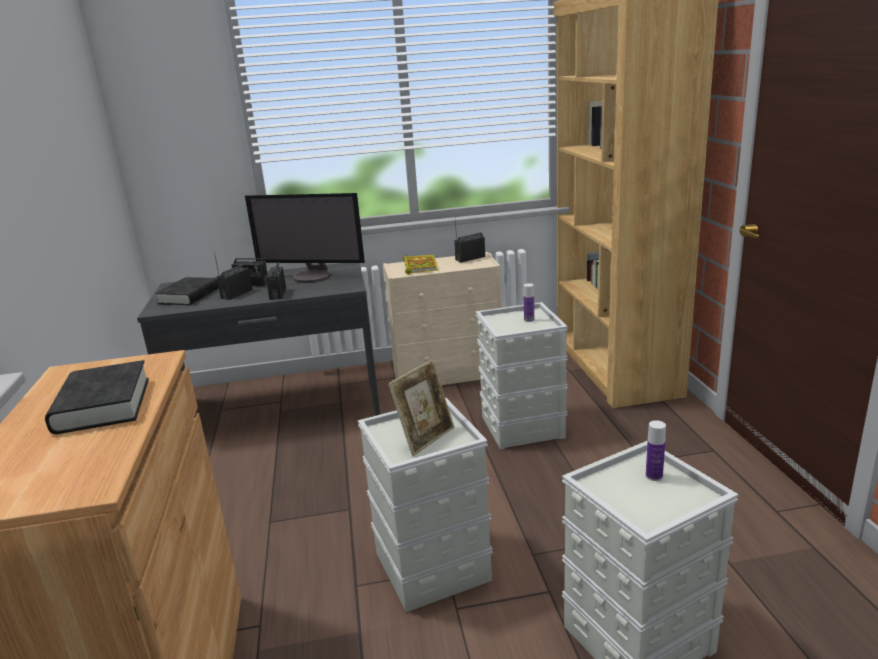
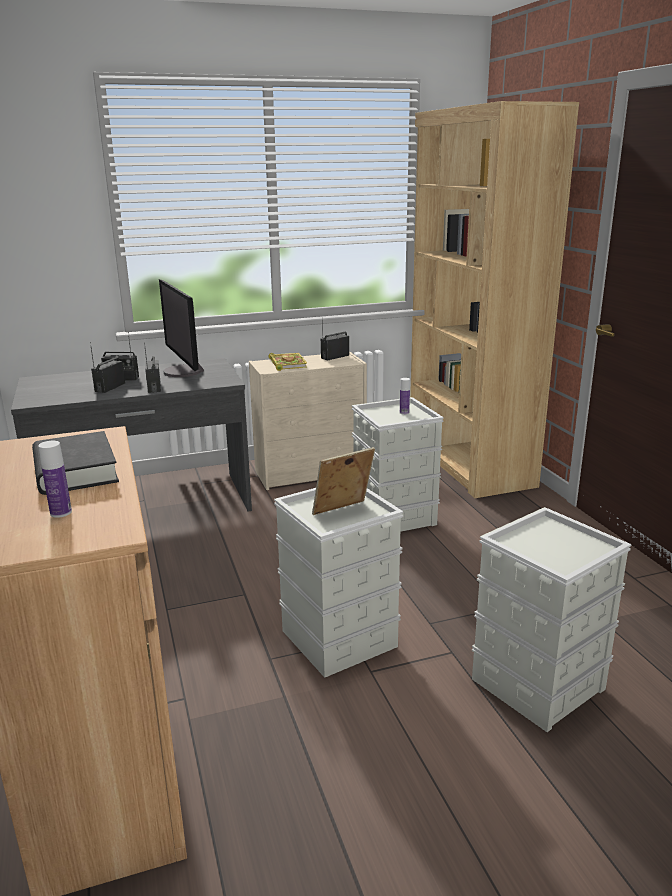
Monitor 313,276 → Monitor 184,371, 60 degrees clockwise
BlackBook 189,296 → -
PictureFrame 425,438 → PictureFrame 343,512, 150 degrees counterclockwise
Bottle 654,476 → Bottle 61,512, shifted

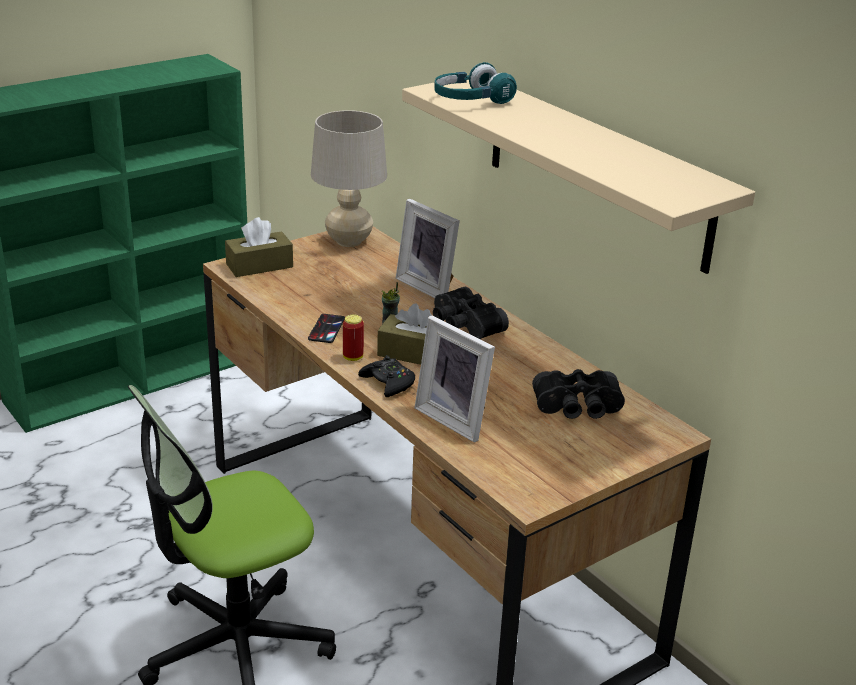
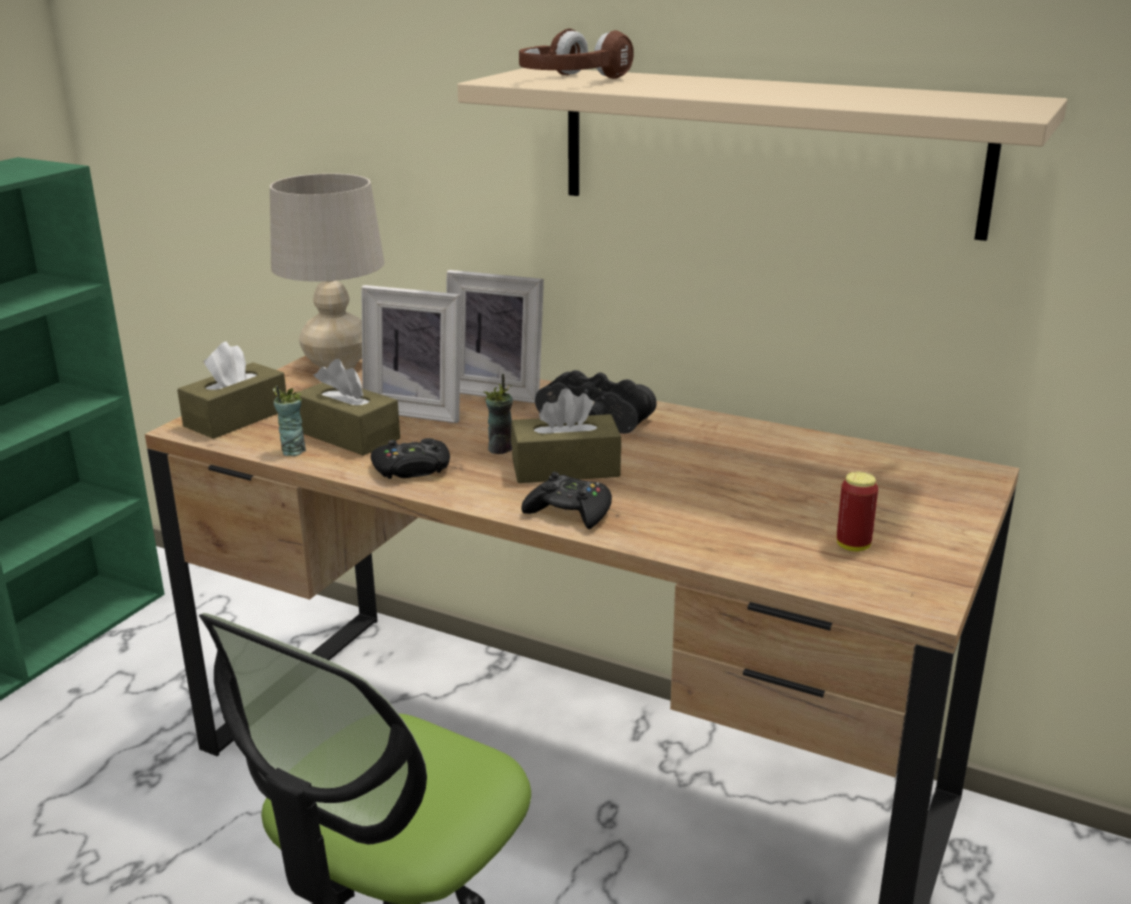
TurquoiseHeadphones 471,100 → BrownHeadphones 570,81
Phone 326,329 → BlackGameController 412,469
Can 353,357 → Can 853,546, shifted
PictureFrame 456,418 → PictureFrame 418,409, shifted
BlackBinoculars 578,408 → -
- → BrownTissueBox 348,435
- → Cup 293,451

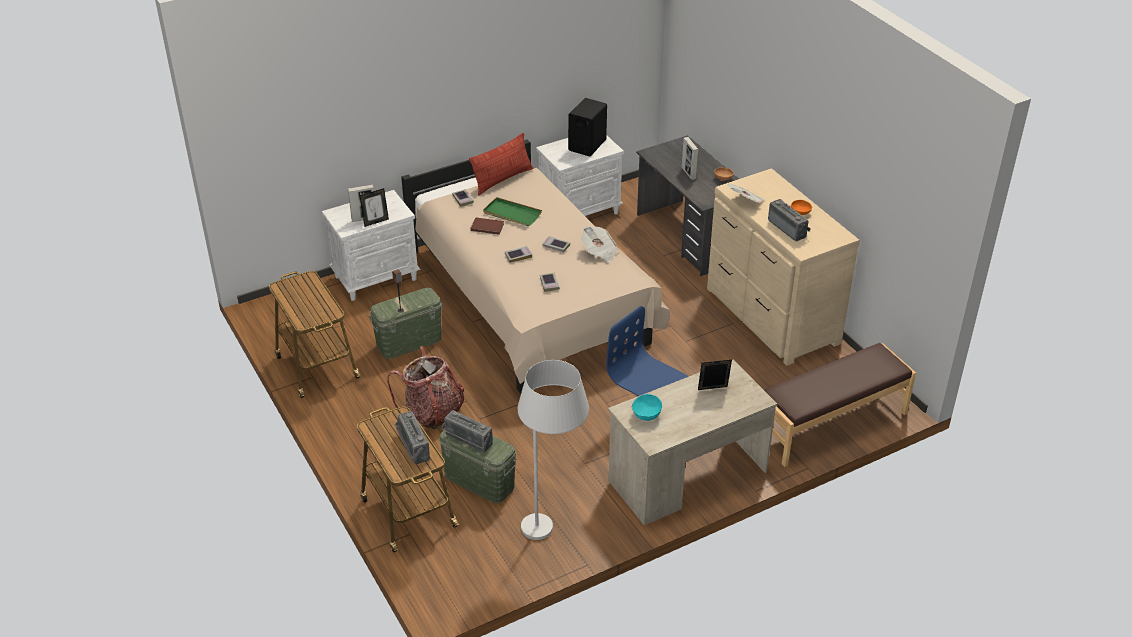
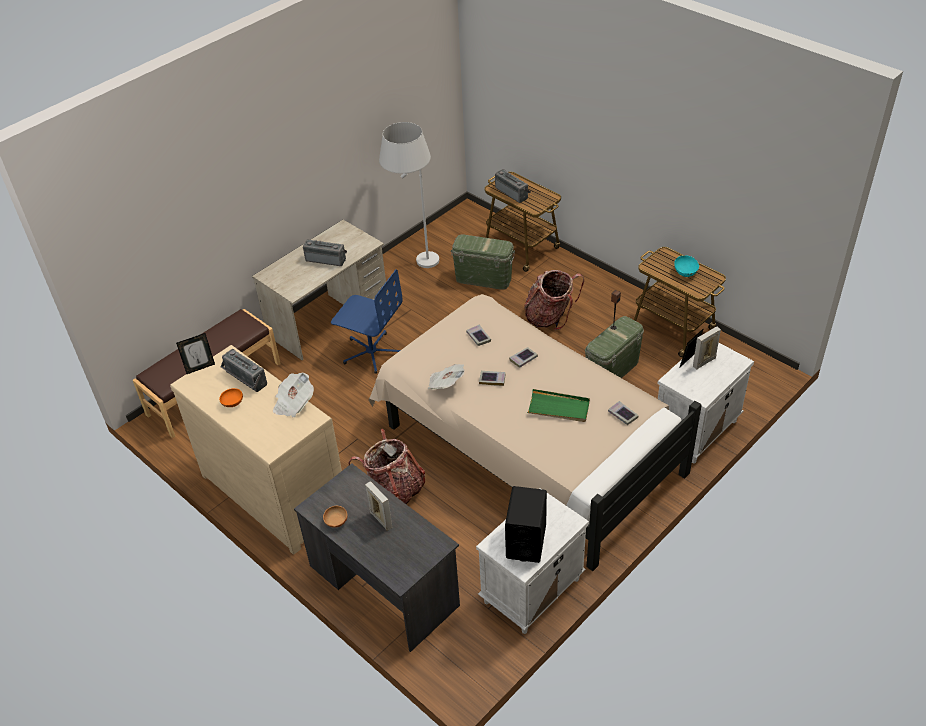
Pillow 502,179 → -
BrownBook 487,227 → -
PictureFrame 713,390 → PictureFrame 200,367, shifted
TurquoiseBowl 646,414 → TurquoiseBowl 685,272, shifted
Radio 467,441 → Radio 326,259, shifted
- → Backpack 394,492

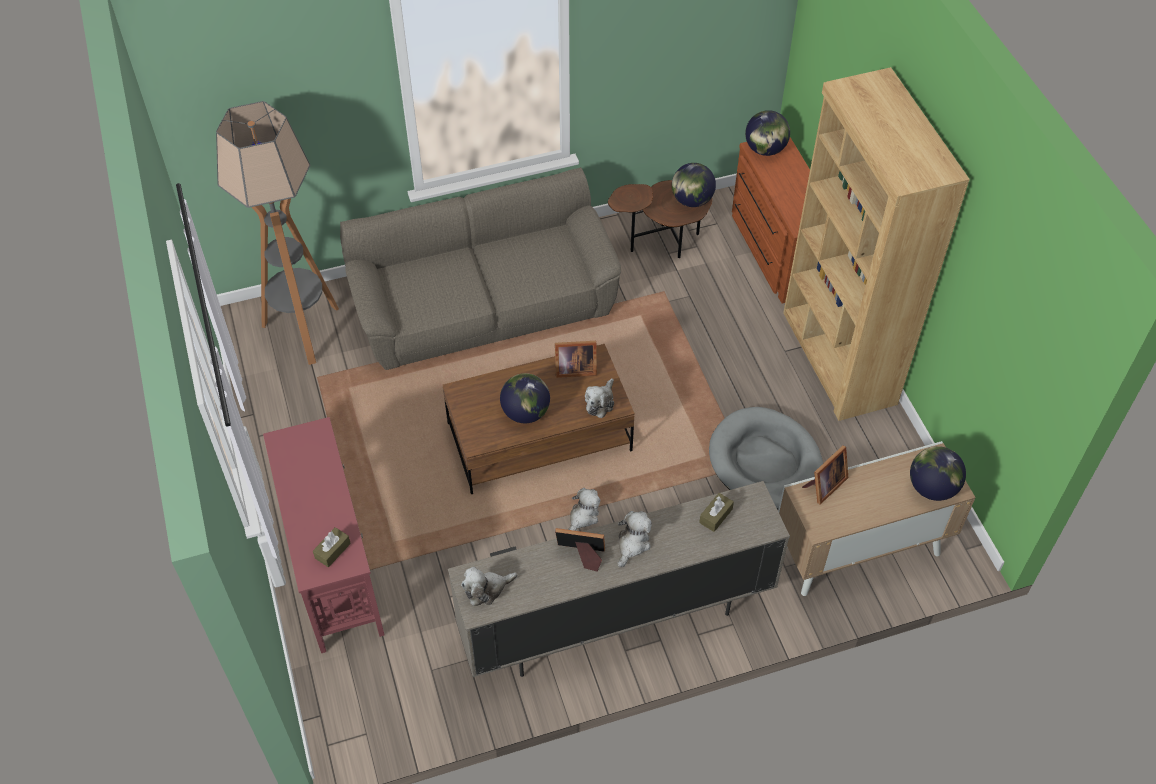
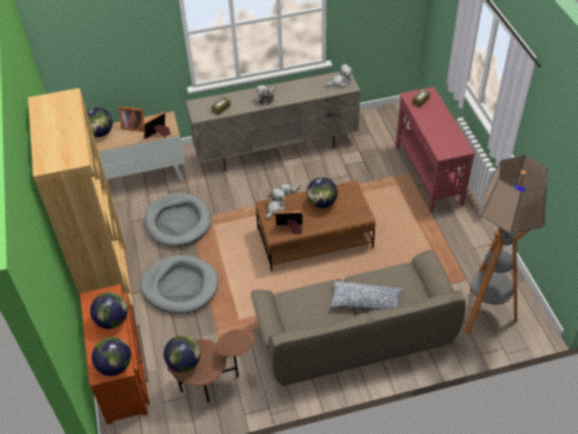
PictureFrame 582,555 → PictureFrame 133,126, shifted
- → GreyDogBed 180,286
- → Pillow 366,302
- → Globe 113,320

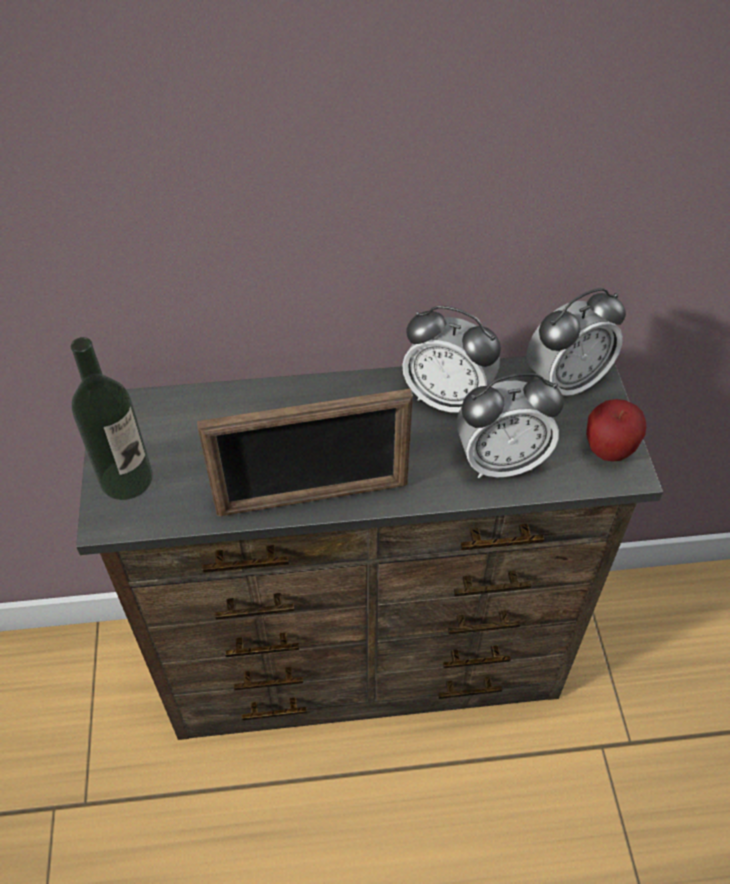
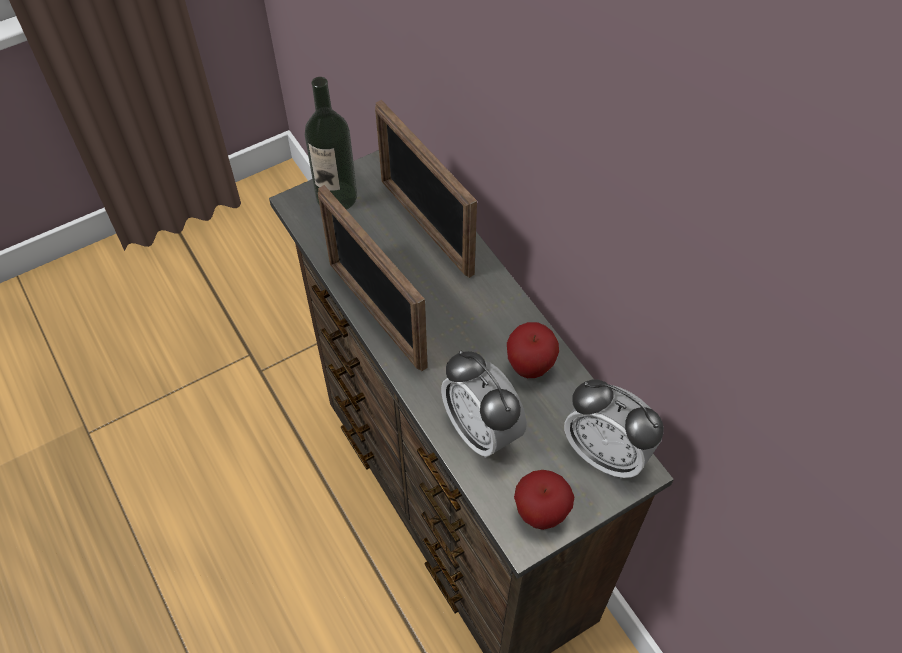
AlarmClock 447,398 → Apple 530,366
- → PictureFrame 425,226

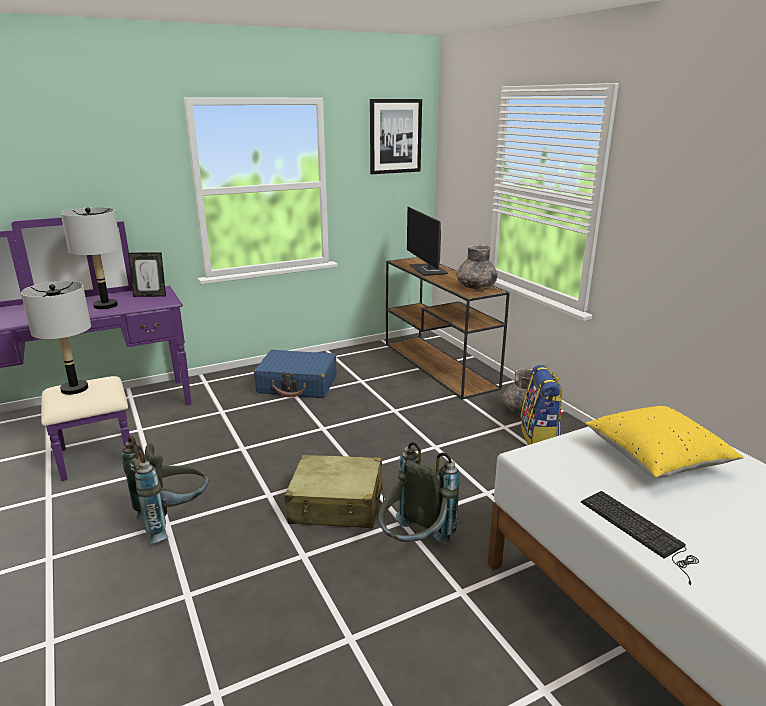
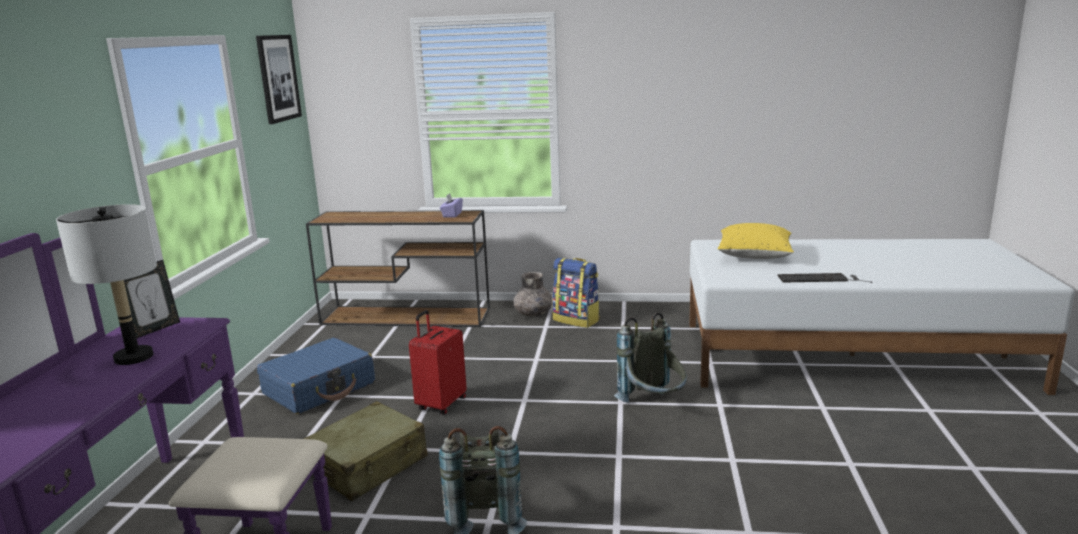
Monitor 428,270 → -
GreyVase 476,287 → PurpleTissueBox 452,215
GreyTableLamp 75,389 → -
BeigeSuitcase 337,505 → BeigeSuitcase 368,465, shifted
- → RedSuitcase 440,404

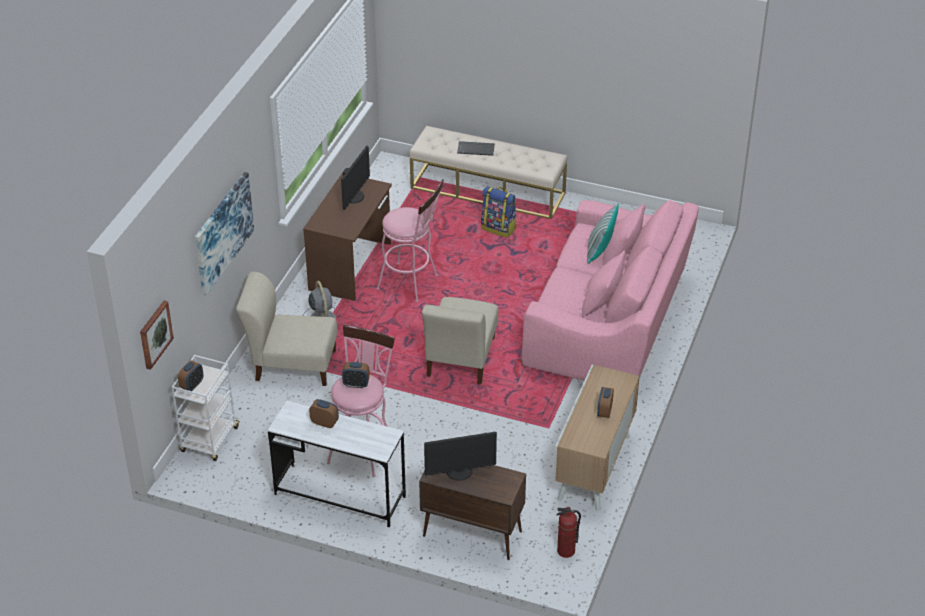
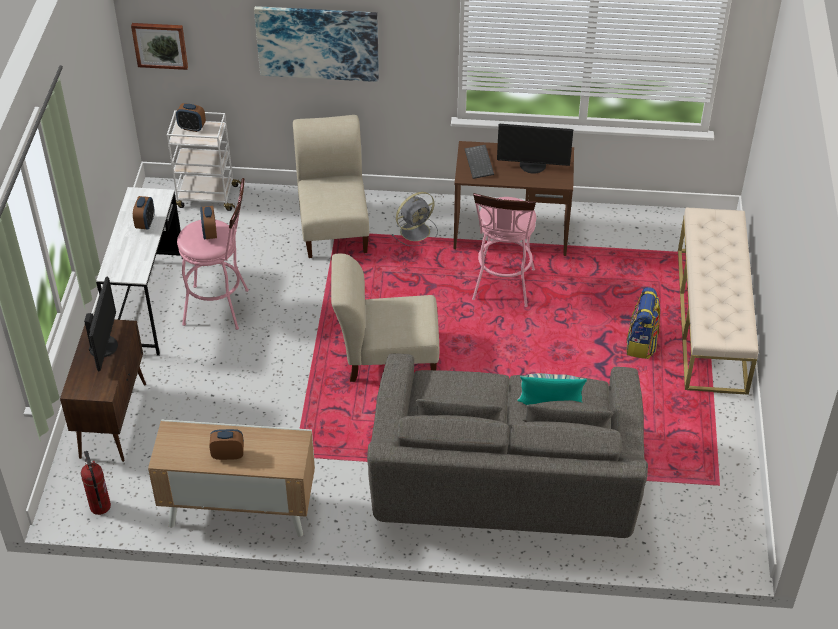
Keyboard 476,149 → Keyboard 480,163, shifted
PinkSofa 608,322 → GreySofa 504,482
Monitor 459,472 → Monitor 104,346, 150 degrees counterclockwise

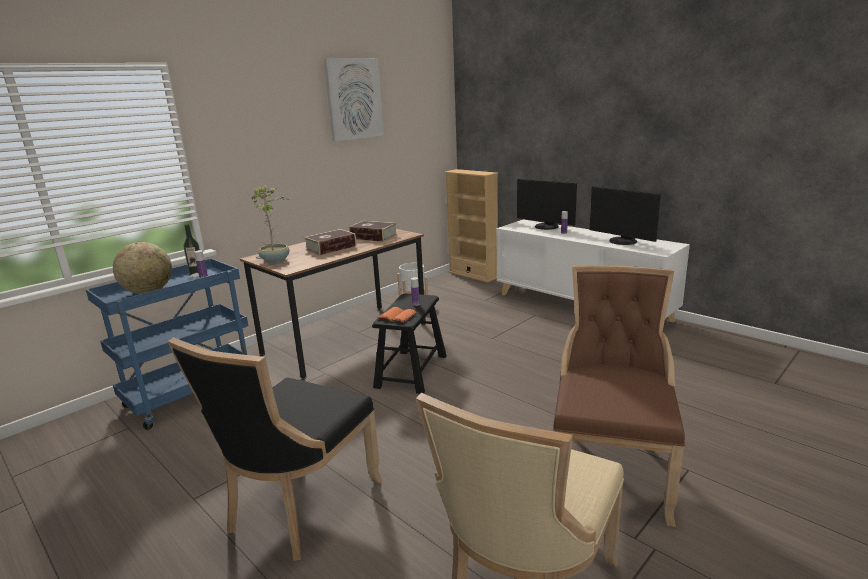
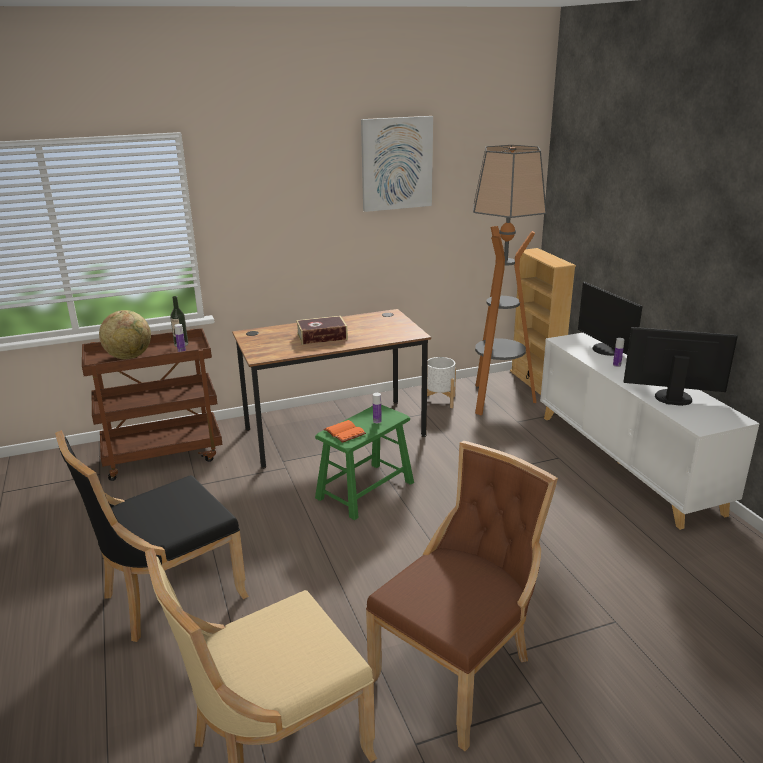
PottedPlant 276,260 → -
Monitor 622,241 → Monitor 673,397, 120 degrees clockwise
Book 373,237 → -
BlueCart 191,394 → BrownCart 164,455
BlackStool 411,371 → GreenStool 365,490
- → FloorLamp 497,400

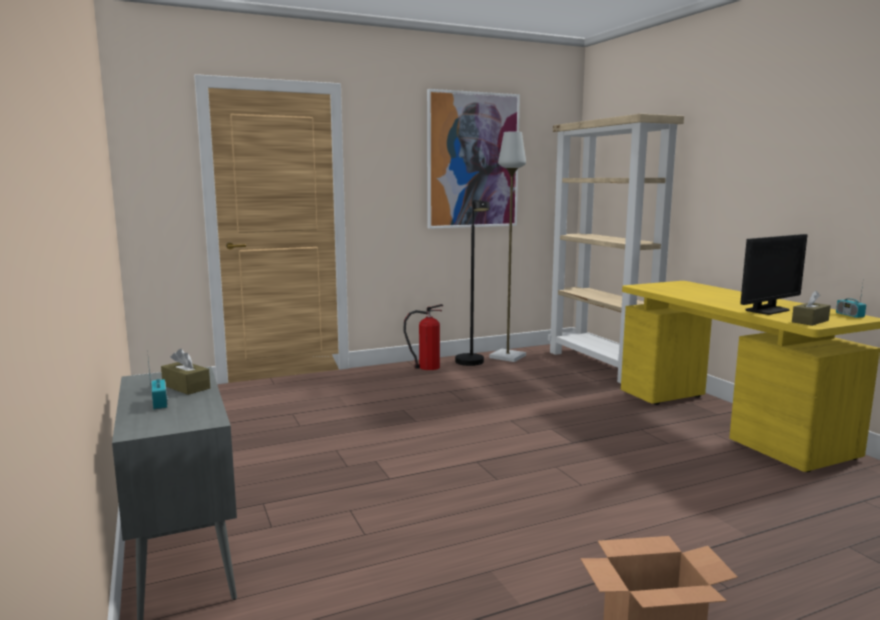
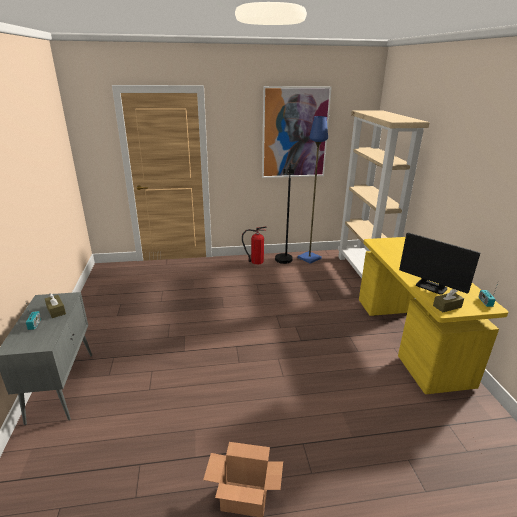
GreyFloorLamp 508,356 → BlueFloorLamp 309,258
Monitor 767,310 → Monitor 431,287, 60 degrees clockwise

